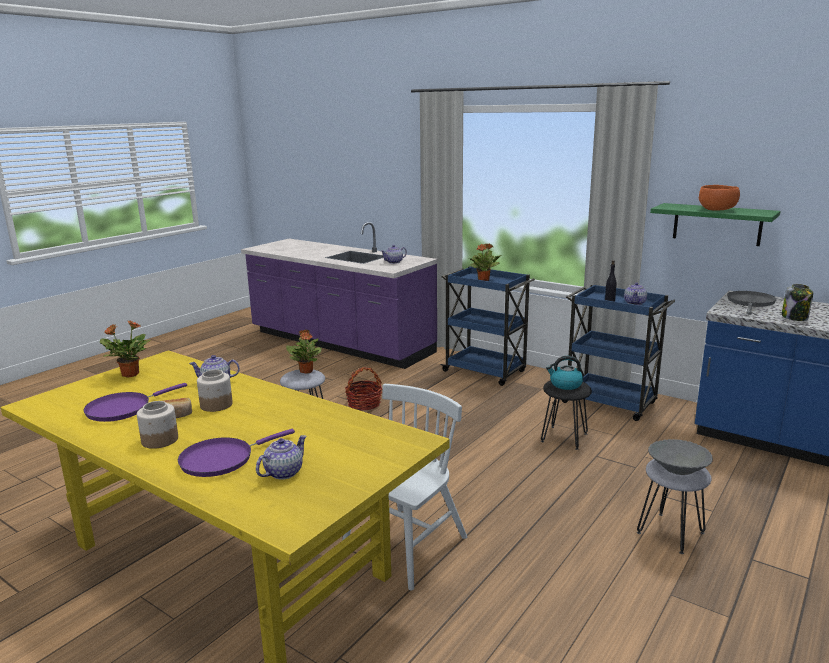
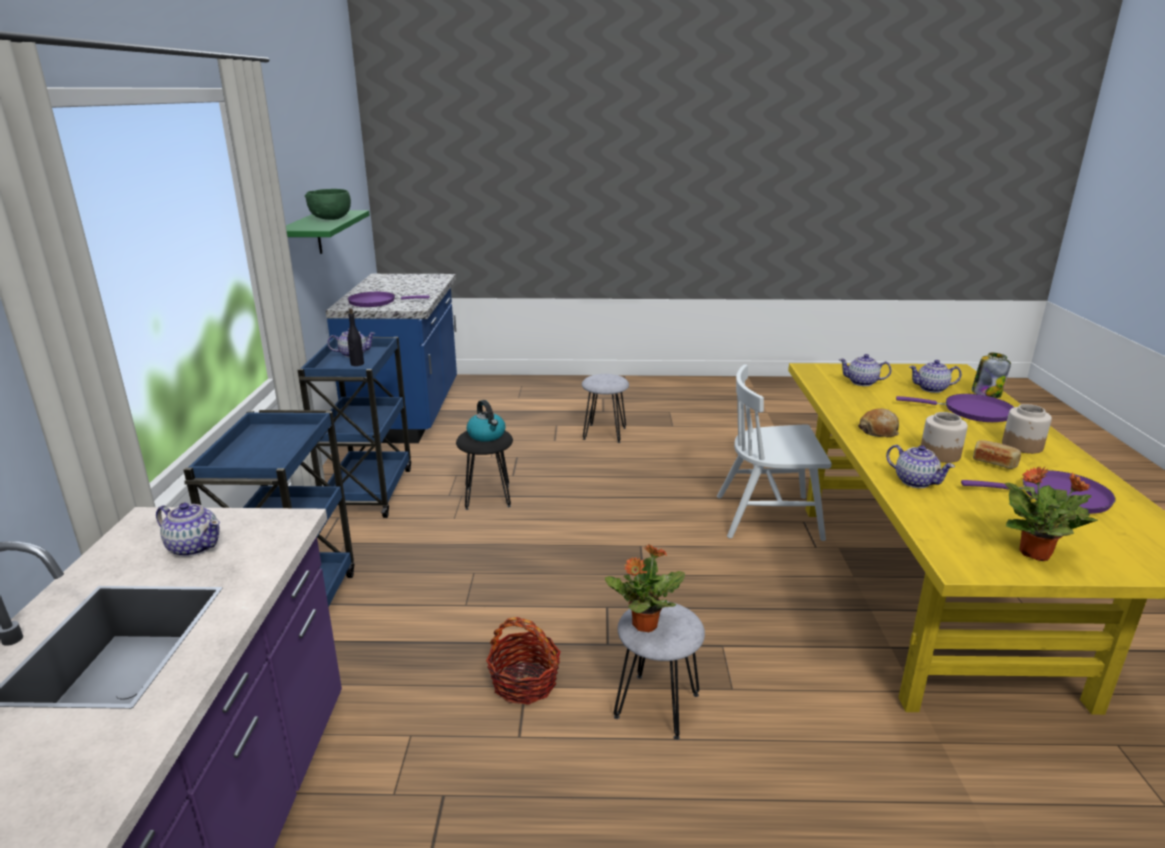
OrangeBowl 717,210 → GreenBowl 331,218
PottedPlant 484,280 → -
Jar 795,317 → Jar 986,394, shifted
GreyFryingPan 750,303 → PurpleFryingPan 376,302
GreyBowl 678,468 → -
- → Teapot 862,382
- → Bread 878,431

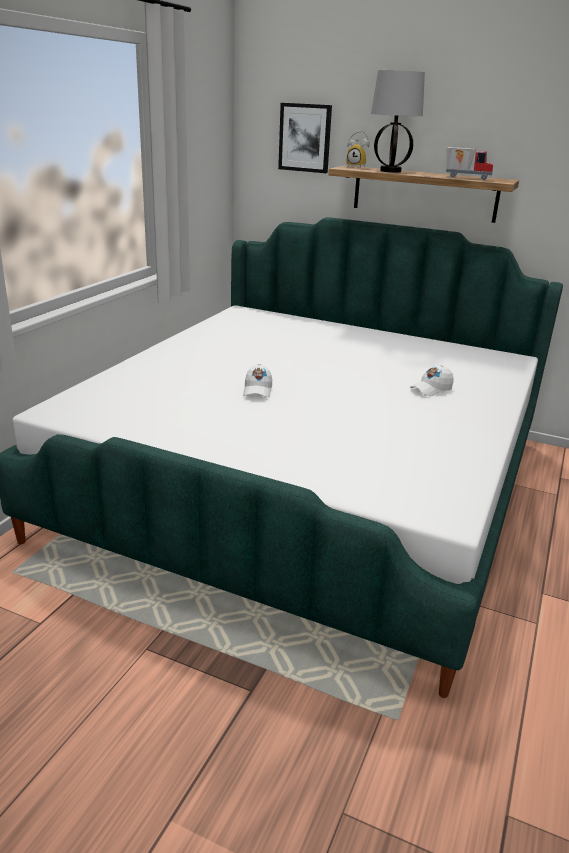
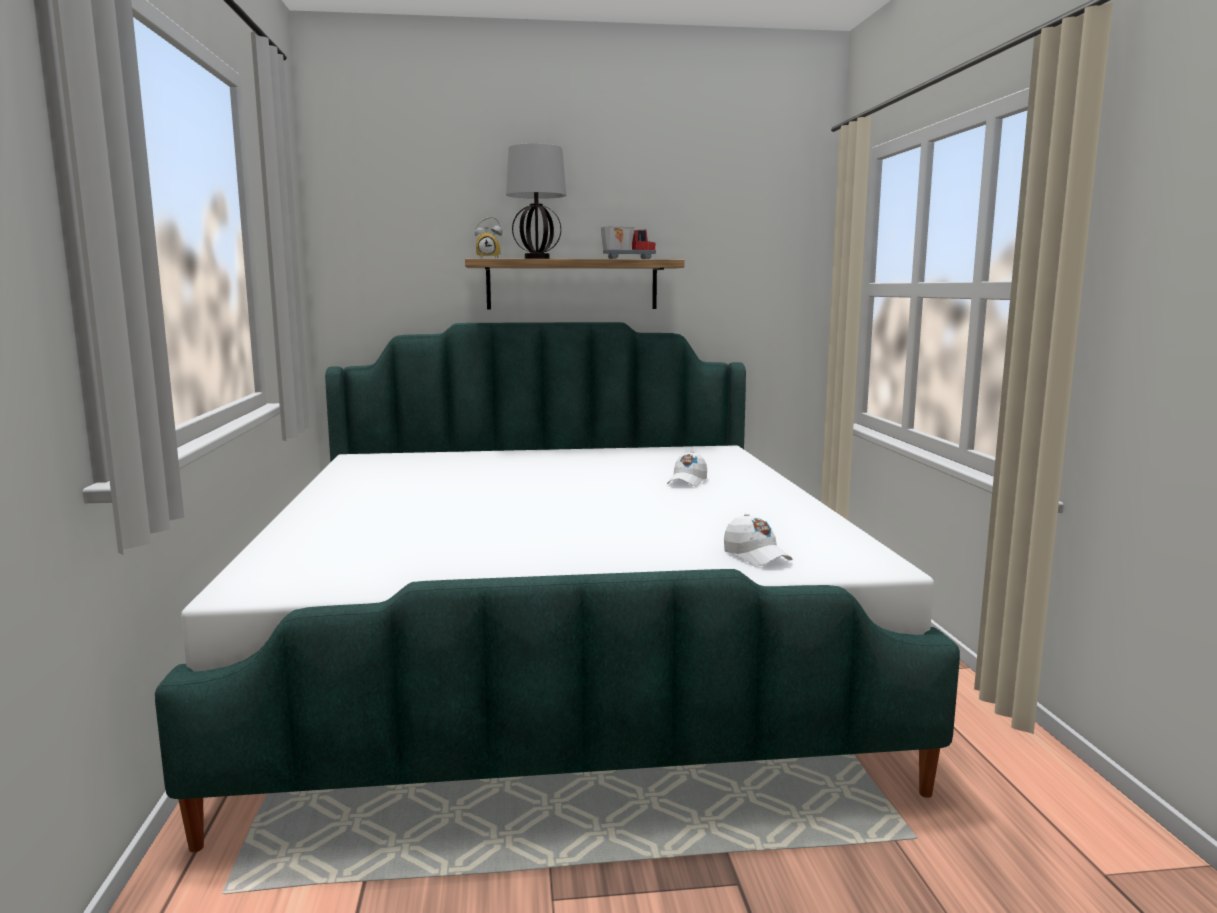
Picture 305,138 → -
WhiteCap 257,390 → WhiteCap 756,556, shifted

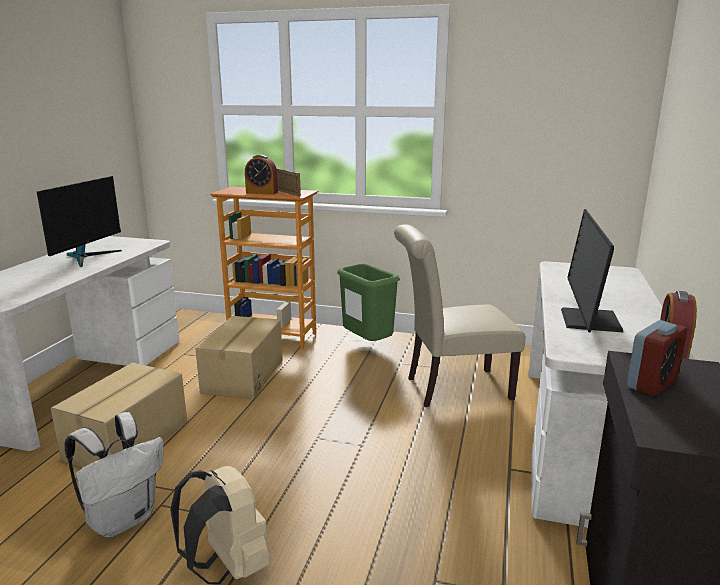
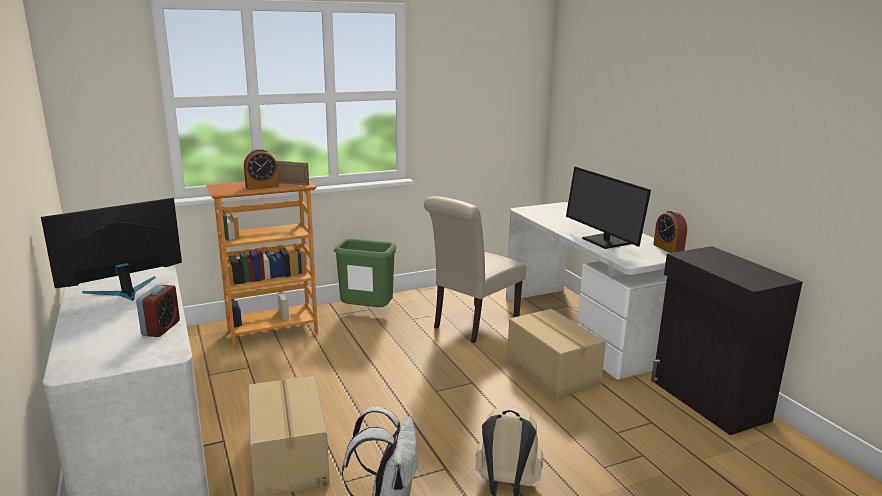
Monitor 87,257 → Monitor 124,291, 105 degrees counterclockwise
CardboardBox 242,376 → CardboardBox 551,372, shifted
AlarmClock 652,383 → AlarmClock 161,328, shifted

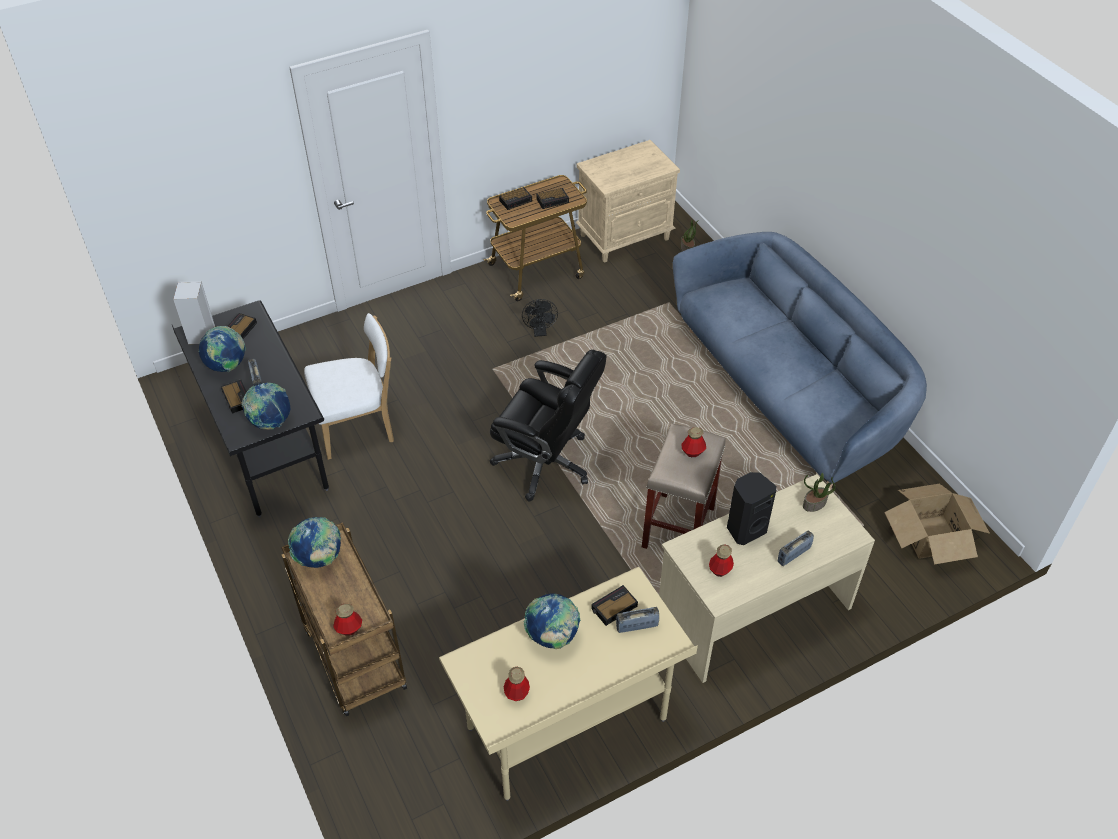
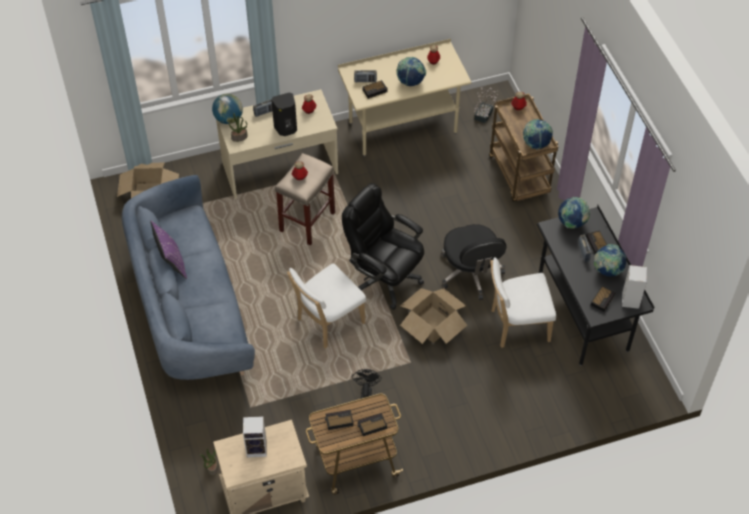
- → PottedPlant 484,113
- → Globe 228,119
- → PurplePillow 171,263
- → BlackOfficeChair 470,273
- → WhiteChair 328,322
- → CardboardBox 432,324
- → Speaker 257,448

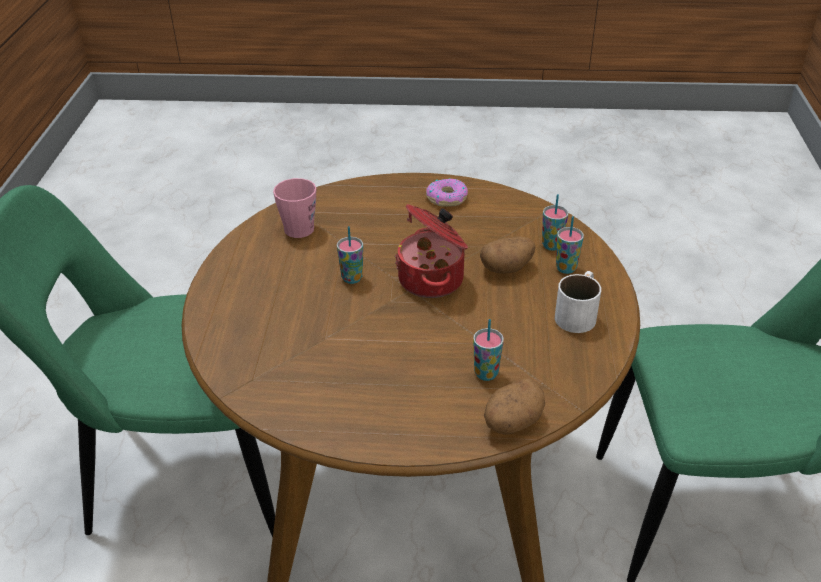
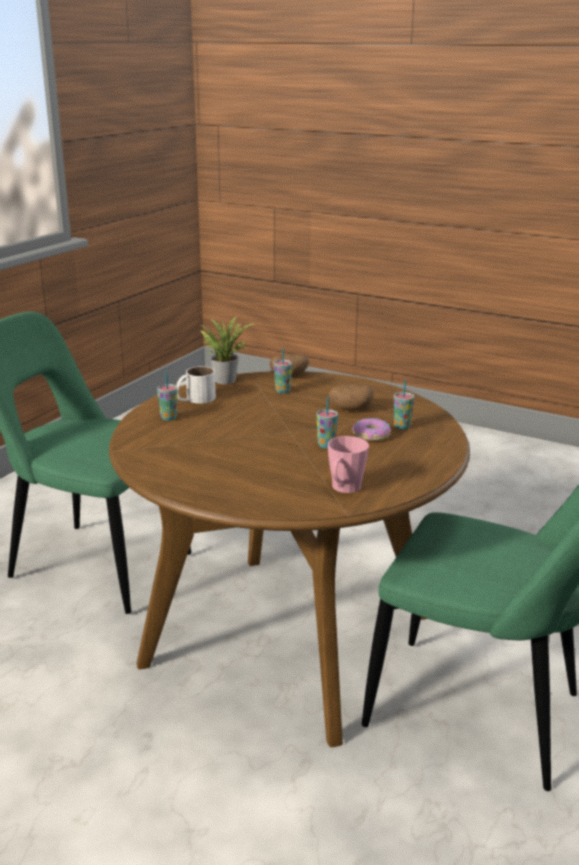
Donut 447,198 → Donut 371,435, shifted
Cup 551,245 → Cup 402,426, shifted
CookingPot 433,279 → -
Potato 506,268 → Potato 350,409, shifted
- → PottedPlant 224,379

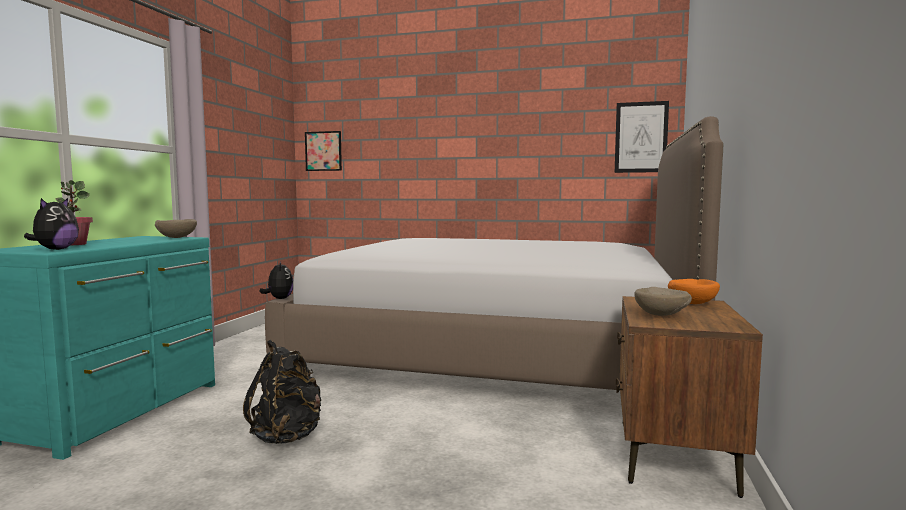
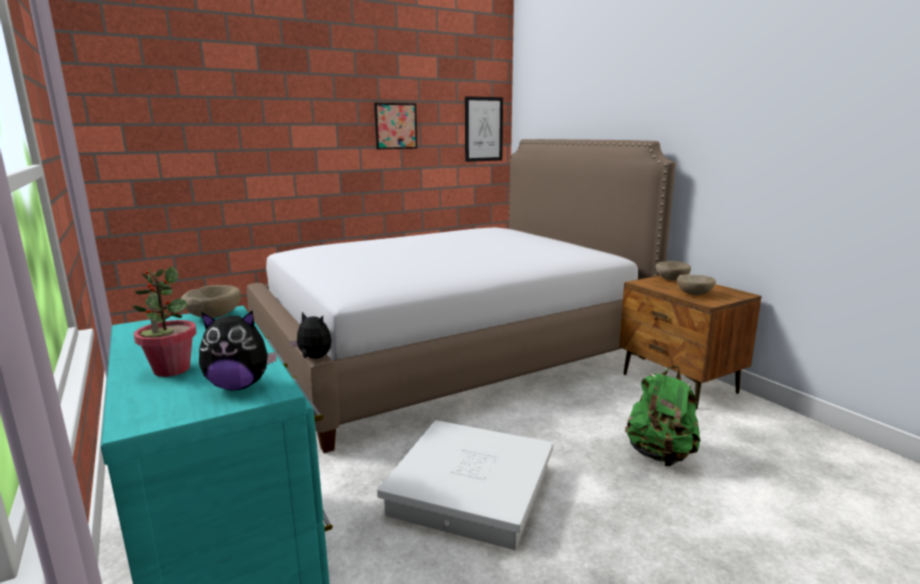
Picture 323,151 → Picture 395,126, shifted
PlushToy 55,249 → PlushToy 239,386, 120 degrees clockwise
OrangeBowl 692,303 → BeigeBowl 671,279
BlackBackpack 288,436 → WhiteStorageBox 470,490
- → GreenBackpack 660,455

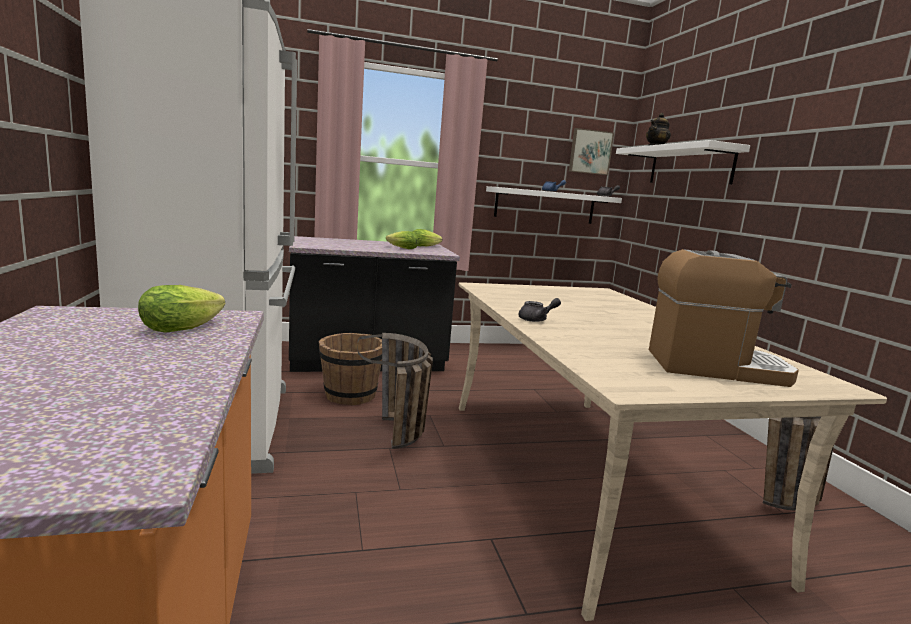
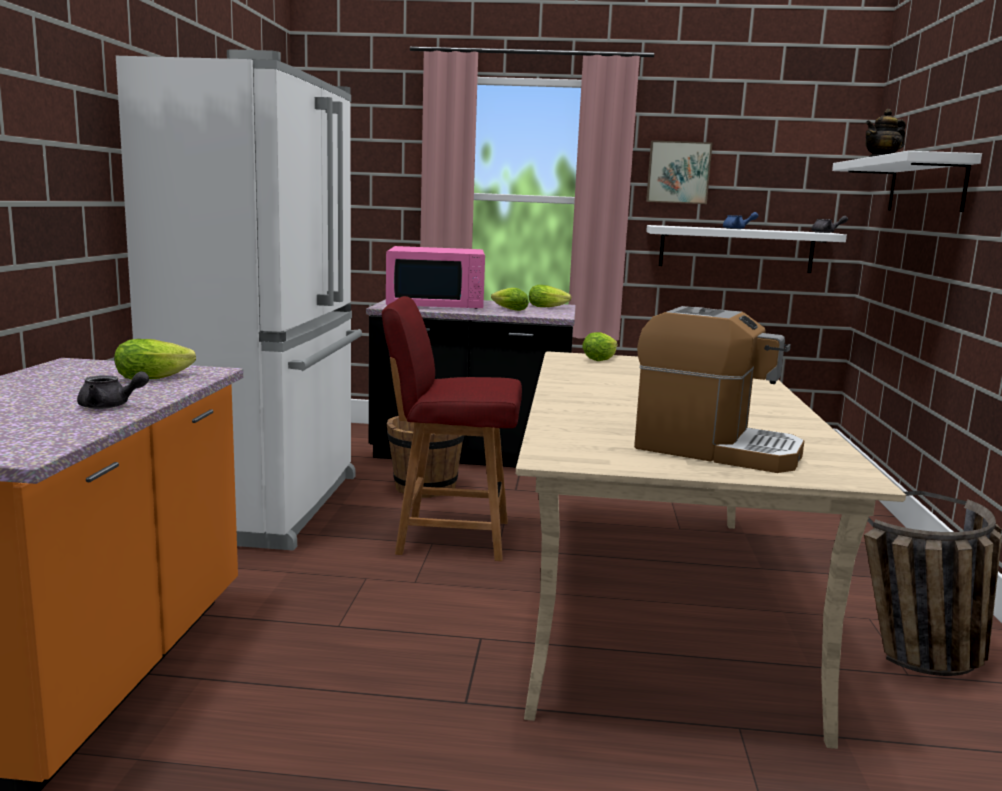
Picture 590,152 → Picture 678,172, shifted
GreyTeapot 537,320 → GreyTeapot 110,406, shifted
Basket 400,439 → RedChair 450,537
- → PinkMicrowave 437,303
- → Lettuce 601,359

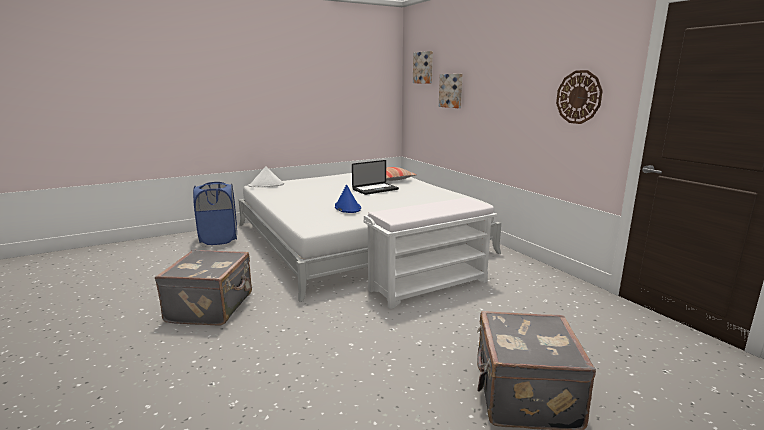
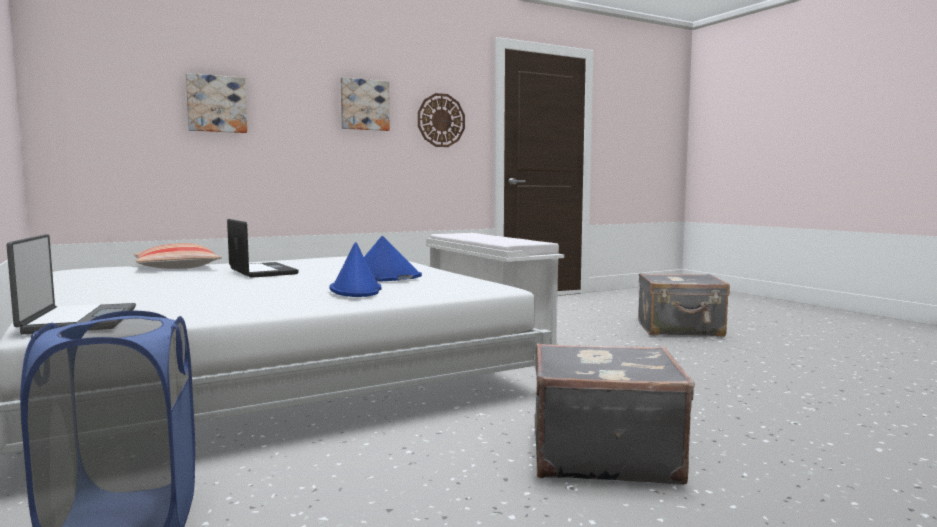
Picture 423,67 → Picture 364,105, shifted
WhiteHat 266,185 → Laptop 78,321
- → BlueHat 356,290

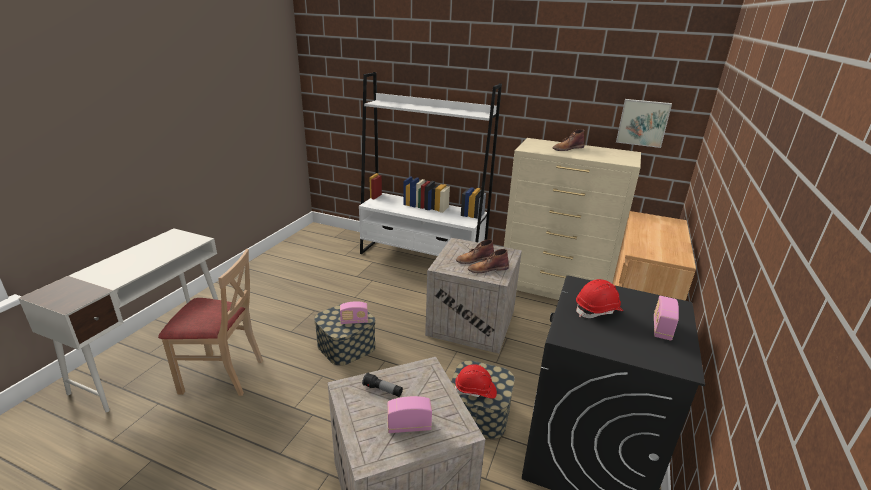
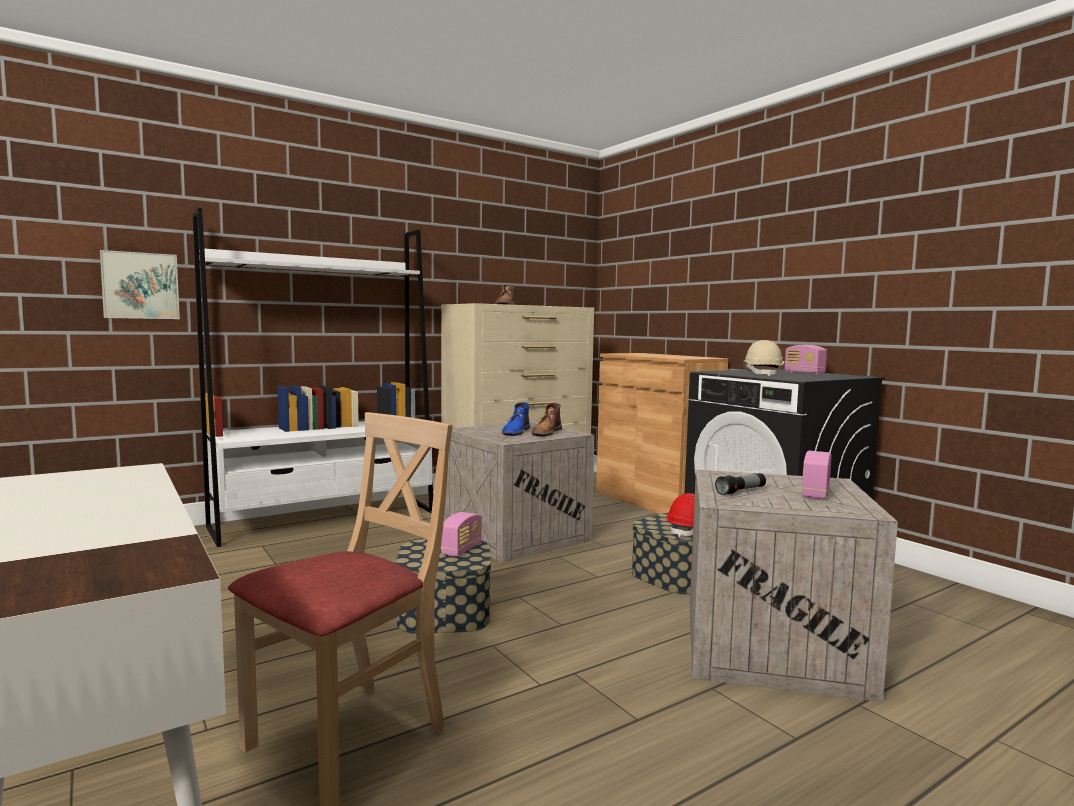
Picture 643,122 → Picture 140,286, shifted
BrownBoot 474,259 → BlueBoot 516,431
RedHardHat 598,310 → BeigeHardHat 762,374

